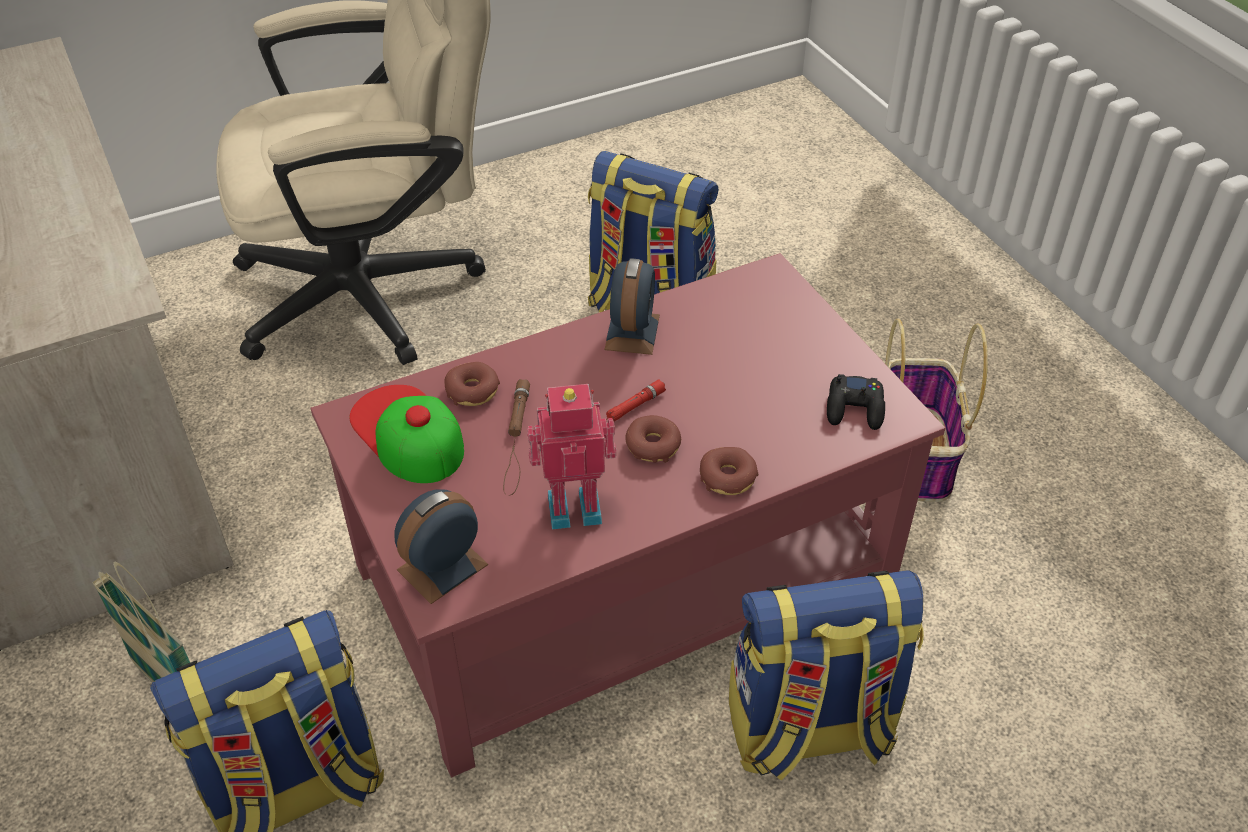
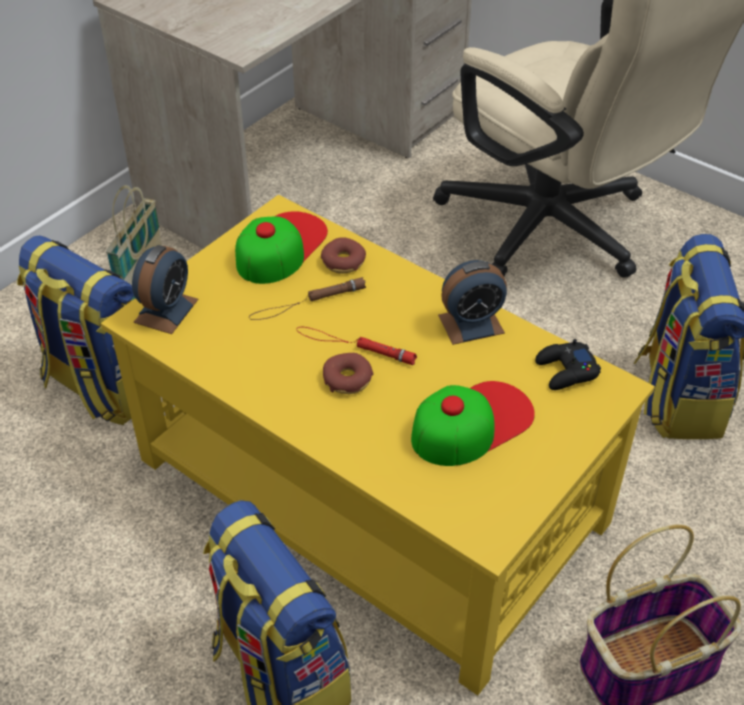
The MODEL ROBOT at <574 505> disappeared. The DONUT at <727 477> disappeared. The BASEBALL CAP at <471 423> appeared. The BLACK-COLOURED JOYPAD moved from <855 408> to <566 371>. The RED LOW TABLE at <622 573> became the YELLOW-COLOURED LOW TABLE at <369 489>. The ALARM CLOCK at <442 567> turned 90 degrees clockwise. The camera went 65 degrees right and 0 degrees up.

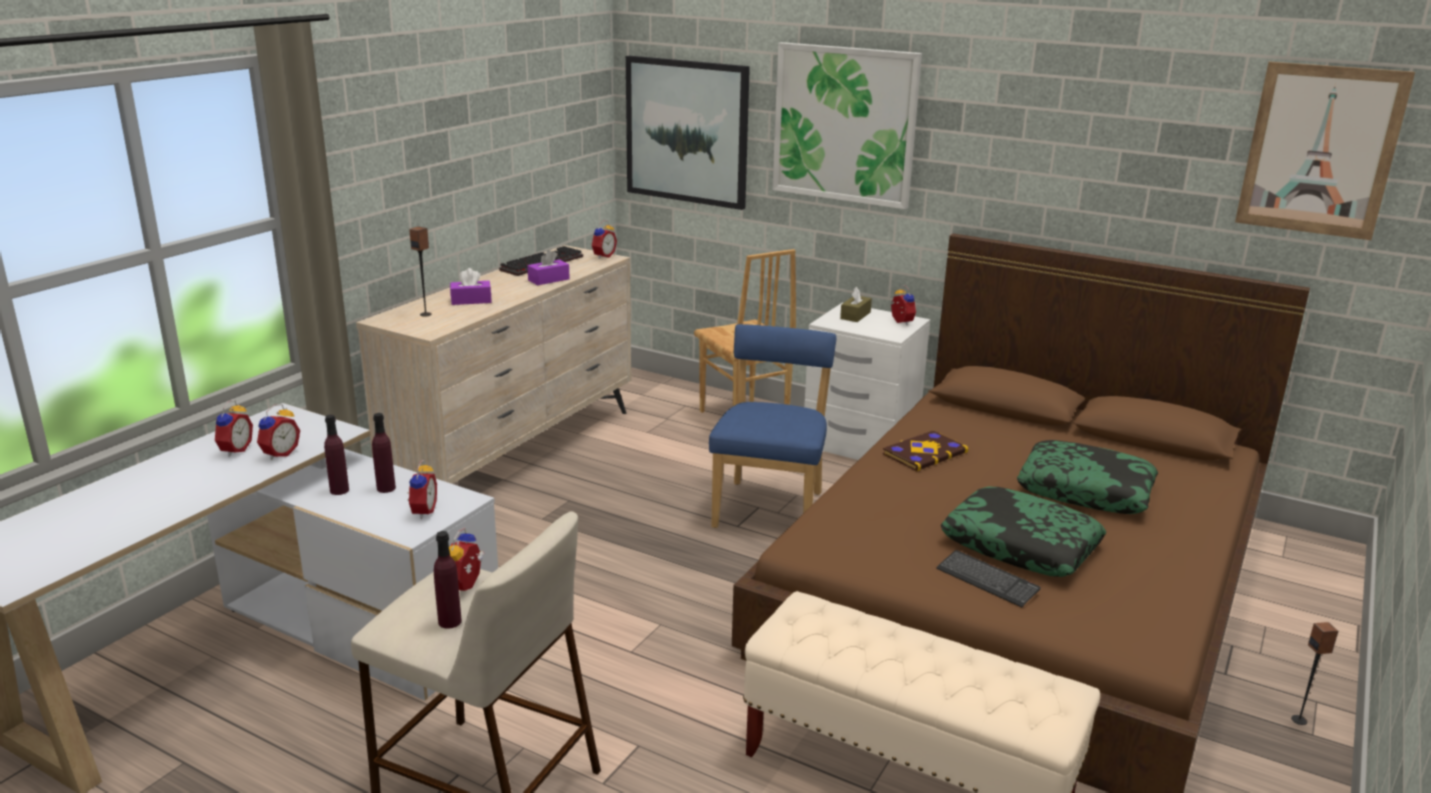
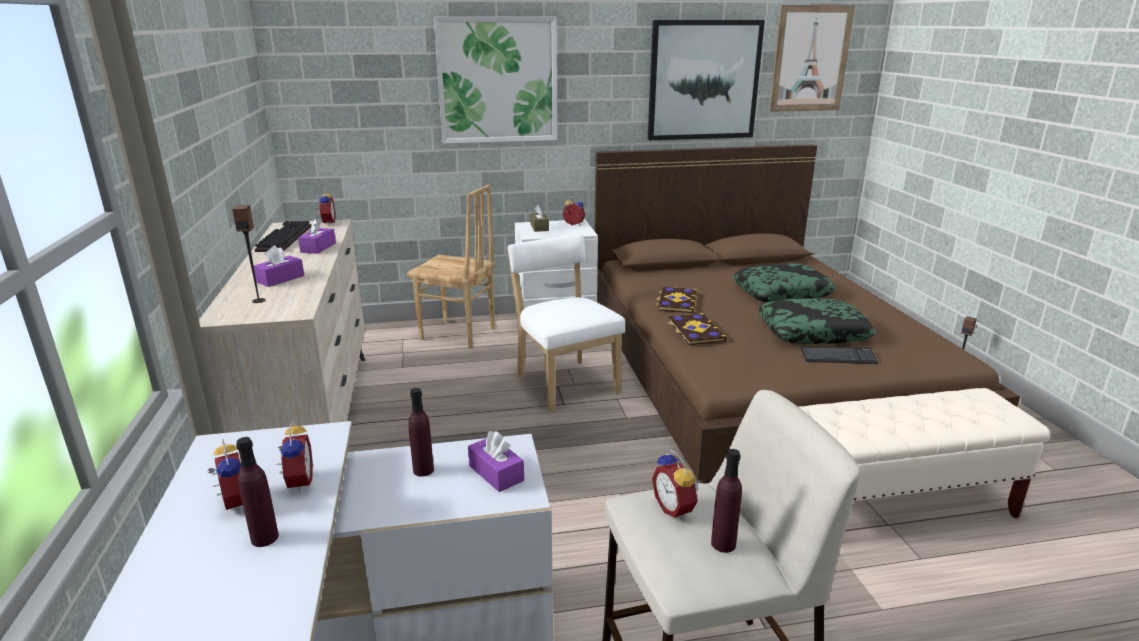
The VOLUME at <695 331> appeared. The PURPLE DRINK BOTTLE moved from <339 490> to <265 538>. The WALL PICTURE moved from <687 131> to <703 80>. The ALARM CLOCK at <421 511> was replaced by the PURPLE TISSUE HOLDER at <496 473>. The BLUE-COLOURED CHAIR at <770 507> became the WHITE-COLOURED CHAIR at <564 383>. The camera went 40 degrees left and 0 degrees up.

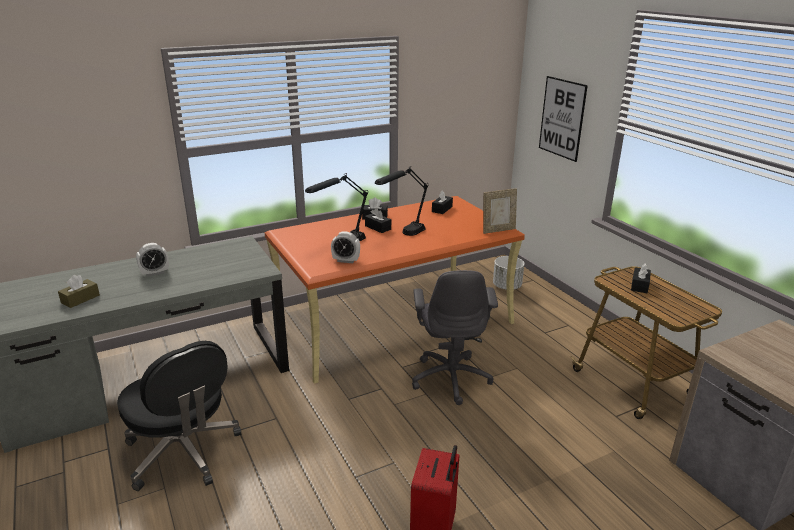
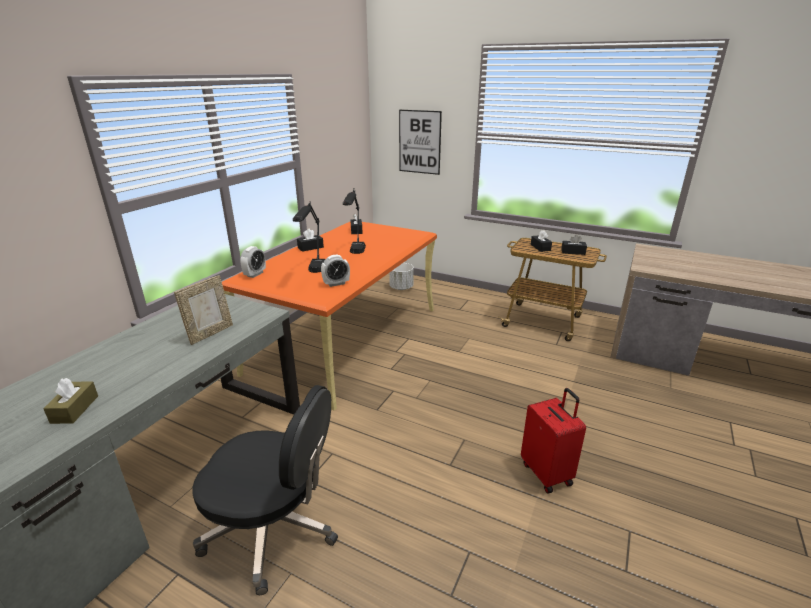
The GRAY DESK CHAIR at <451 378> disappeared. The ALARM CLOCK moved from <155 273> to <255 274>. The BLACK-COLOURED TISSUE HOLDER moved from <378 227> to <573 252>. The STANDING FRAME moved from <498 230> to <210 333>. The camera went 35 degrees left and 0 degrees up.

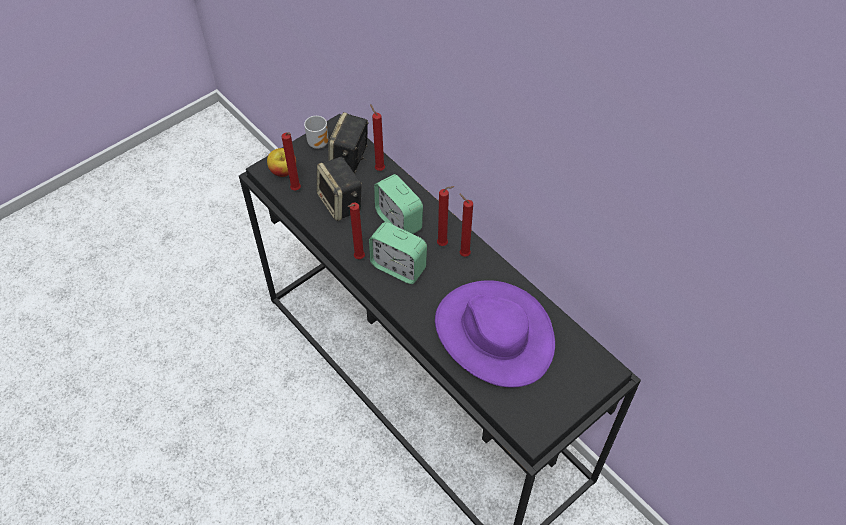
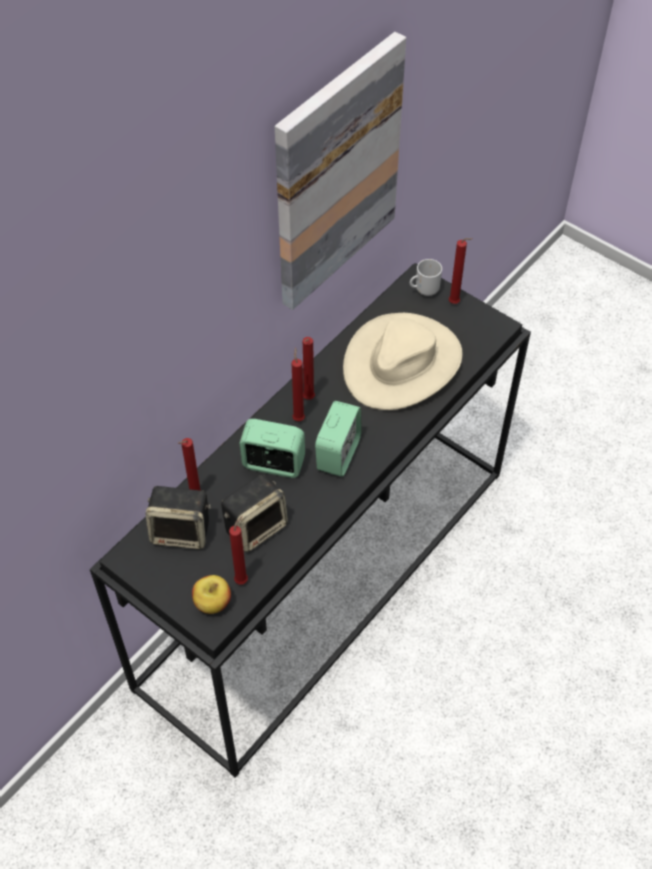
The WALL PICTURE at <335 174> appeared. The COFFEE MUG moved from <319 142> to <424 290>. The RED WAX CANDLE moved from <358 258> to <455 303>. The PURPLE HAT at <494 334> became the BEIGE-COLOURED HAT at <402 363>. The ALARM CLOCK at <399 221> turned 120 degrees counterclockwise. The camera went 100 degrees left and 0 degrees up.

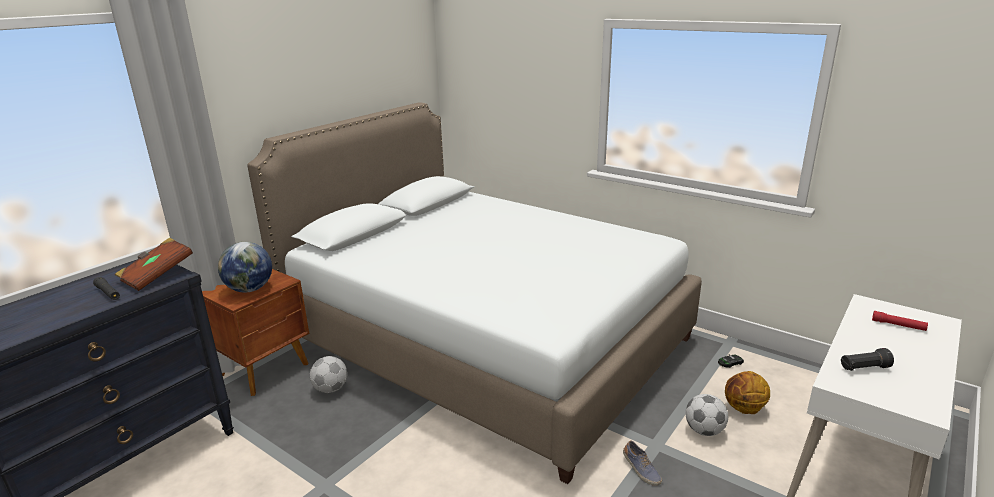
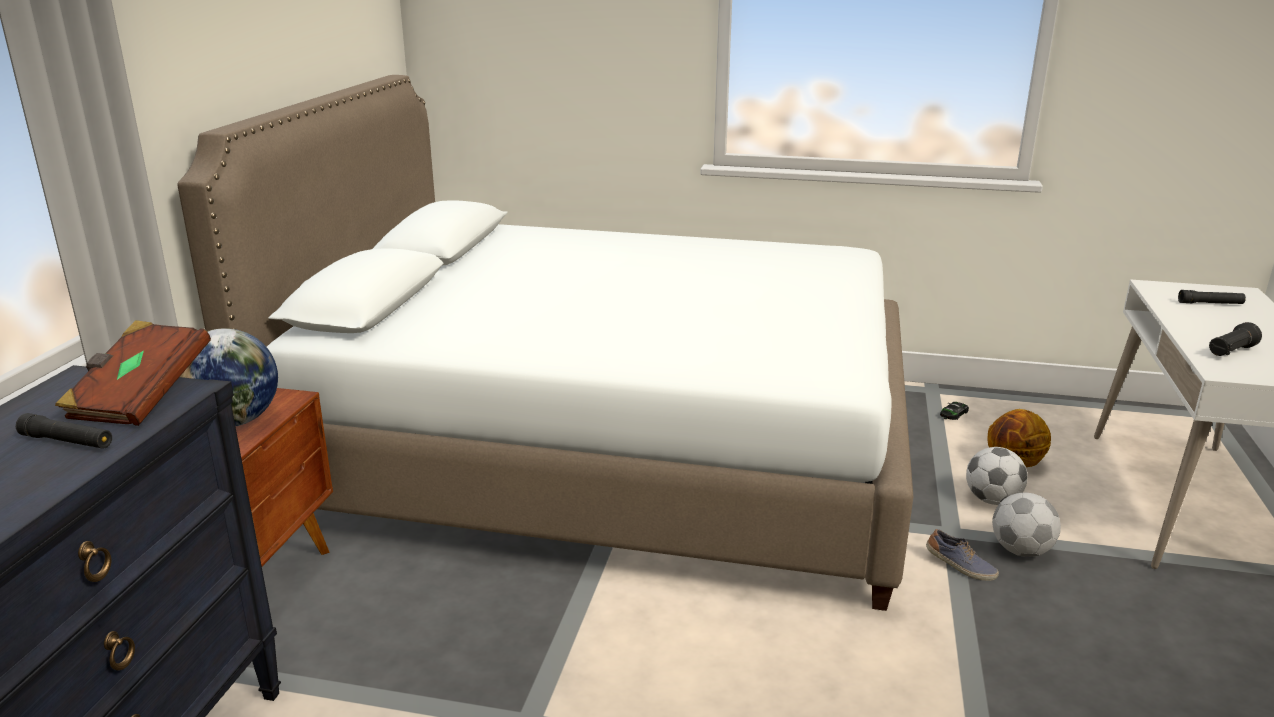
The FOOTBALL moved from <330 389> to <1020 550>. The RED HAND TORCH at <898 325> became the BLACK-COLOURED HAND TORCH at <1210 303>. The camera went 25 degrees left and 0 degrees up.

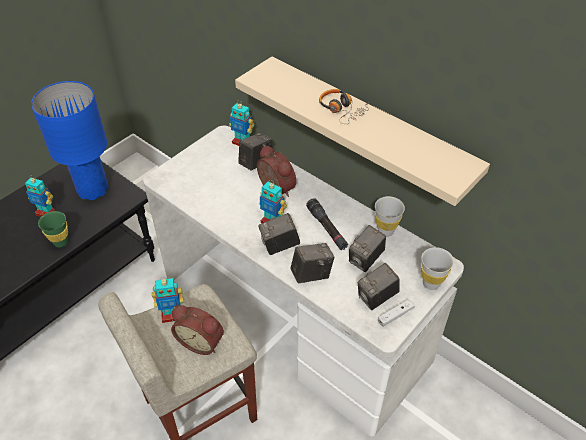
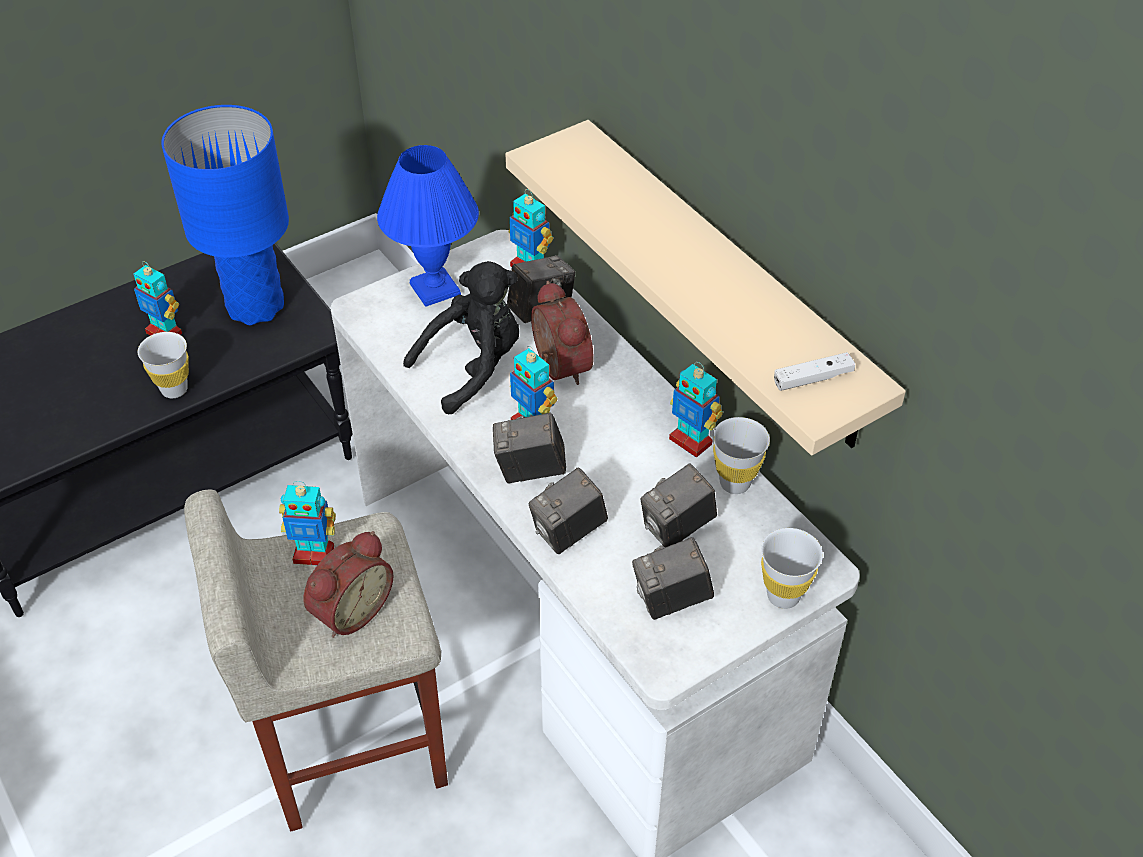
The BLACK-COLOURED HAND TORCH at <327 228> disappeared. The PAIR OF HEADPHONES at <342 110> disappeared. The BLUE-COLOURED LAMP FOR A TABLE at <434 289> appeared. The BLACK-COLOURED CUDDLY TOY at <473 367> appeared. The MODEL ROBOT at <691 441> appeared. The WHITE-COLOURED JOYPAD moved from <395 315> to <813 378>. The GREEN-COLOURED SMALL CUP at <61 242> became the WHITE-COLOURED SMALL CUP at <174 389>. The ALARM CLOCK at <201 341> turned 90 degrees counterclockwise. The PHOTO CAMERA at <311 274> turned 150 degrees clockwise. The camera went 15 degrees right and 0 degrees up.

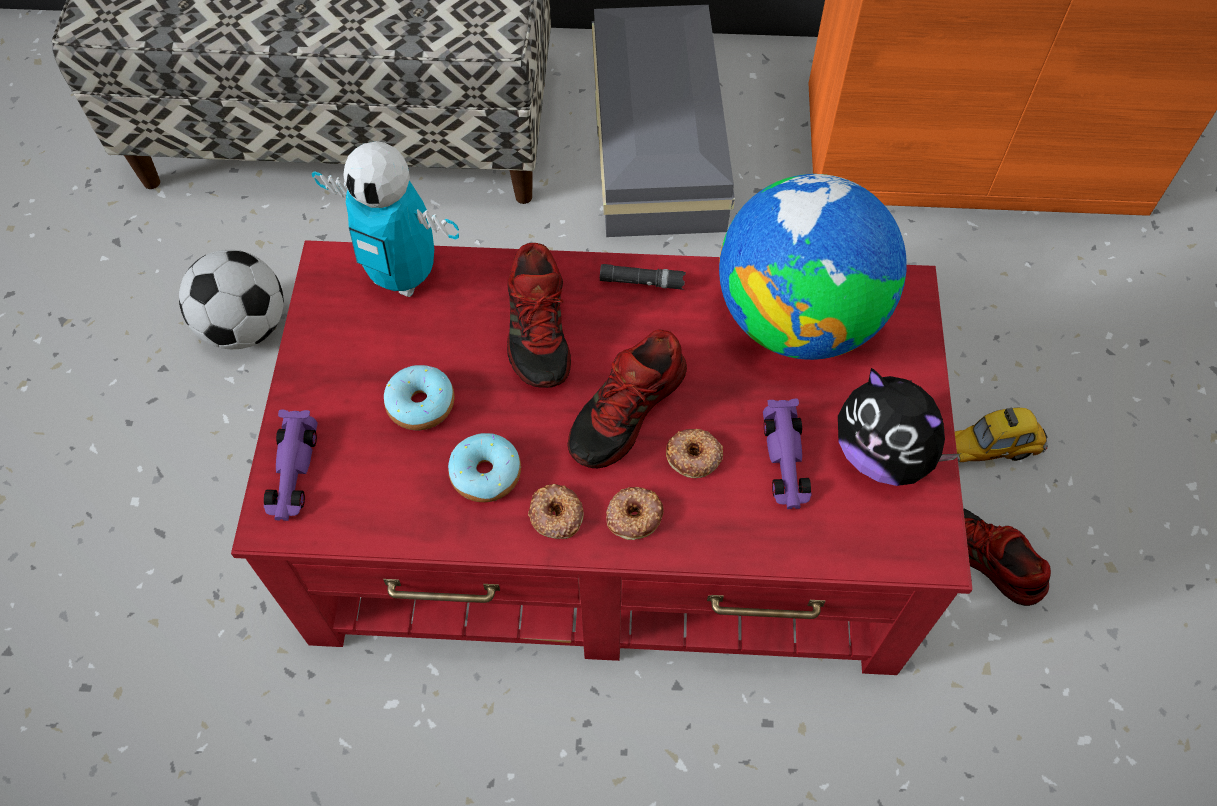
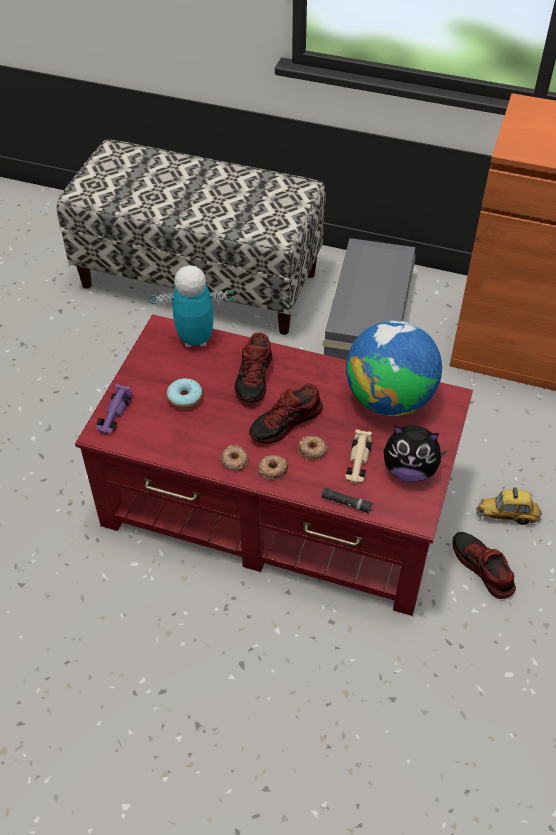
The FOOTBALL at <247 327> disappeared. The DONUT at <486 474> disappeared. The BLACK-COLOURED HAND TORCH moved from <642 281> to <346 503>. The PURPLE MODEL CAR at <785 460> became the BEIGE-COLOURED MODEL CAR at <358 461>. The MODEL ROBOT at <403 276> turned 135 degrees clockwise. The CUDDLY TOY at <882 455> turned 45 degrees counterclockwise. The camera went 15 degrees right and 10 degrees down.

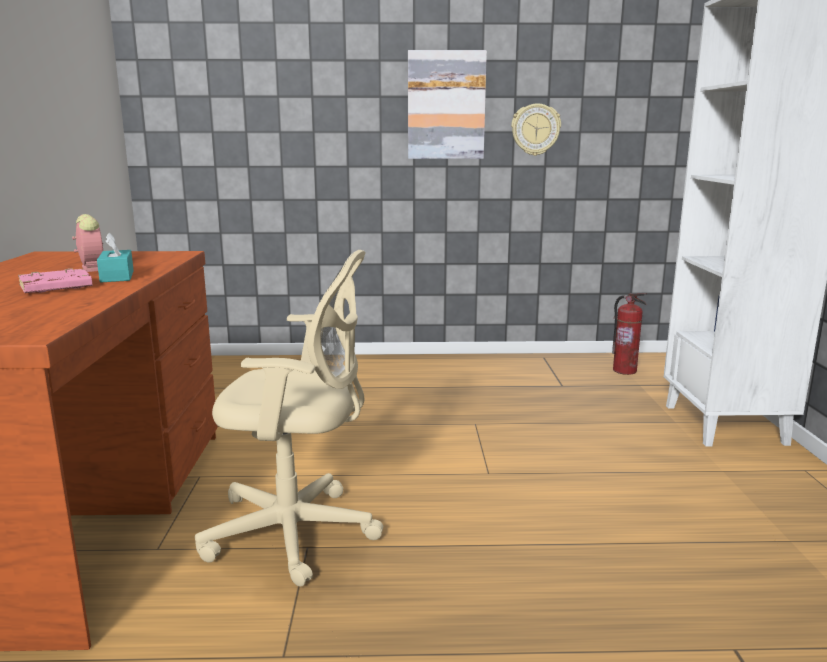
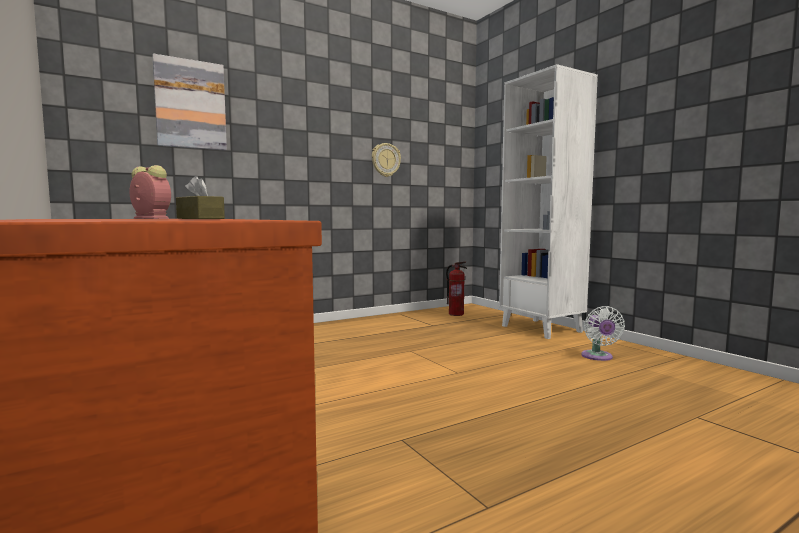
The PINK VOLUME at <55 287> disappeared. The BEIGE-COLOURED DESK CHAIR at <298 533> disappeared. The WHITE-COLOURED ELECTRIC FAN at <598 357> appeared. The WALL PICTURE moved from <446 105> to <190 104>. The TURQUOISE-COLOURED TISSUE HOLDER at <117 276> became the BROWNISH TISSUE HOLDER at <200 218>. The camera went 30 degrees left and 10 degrees down.

